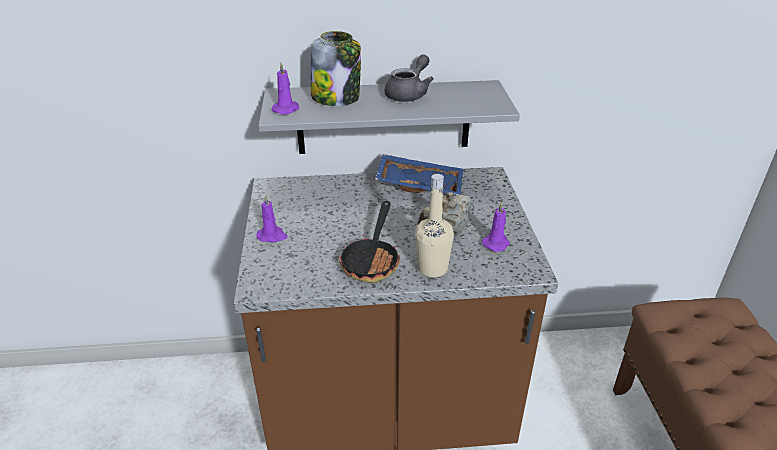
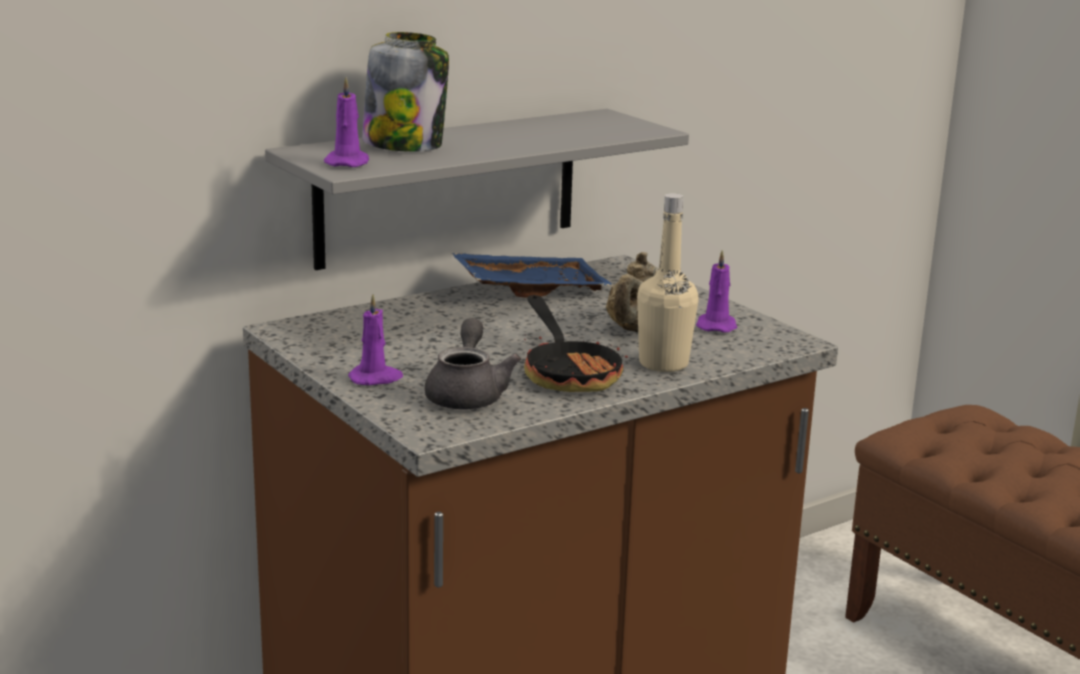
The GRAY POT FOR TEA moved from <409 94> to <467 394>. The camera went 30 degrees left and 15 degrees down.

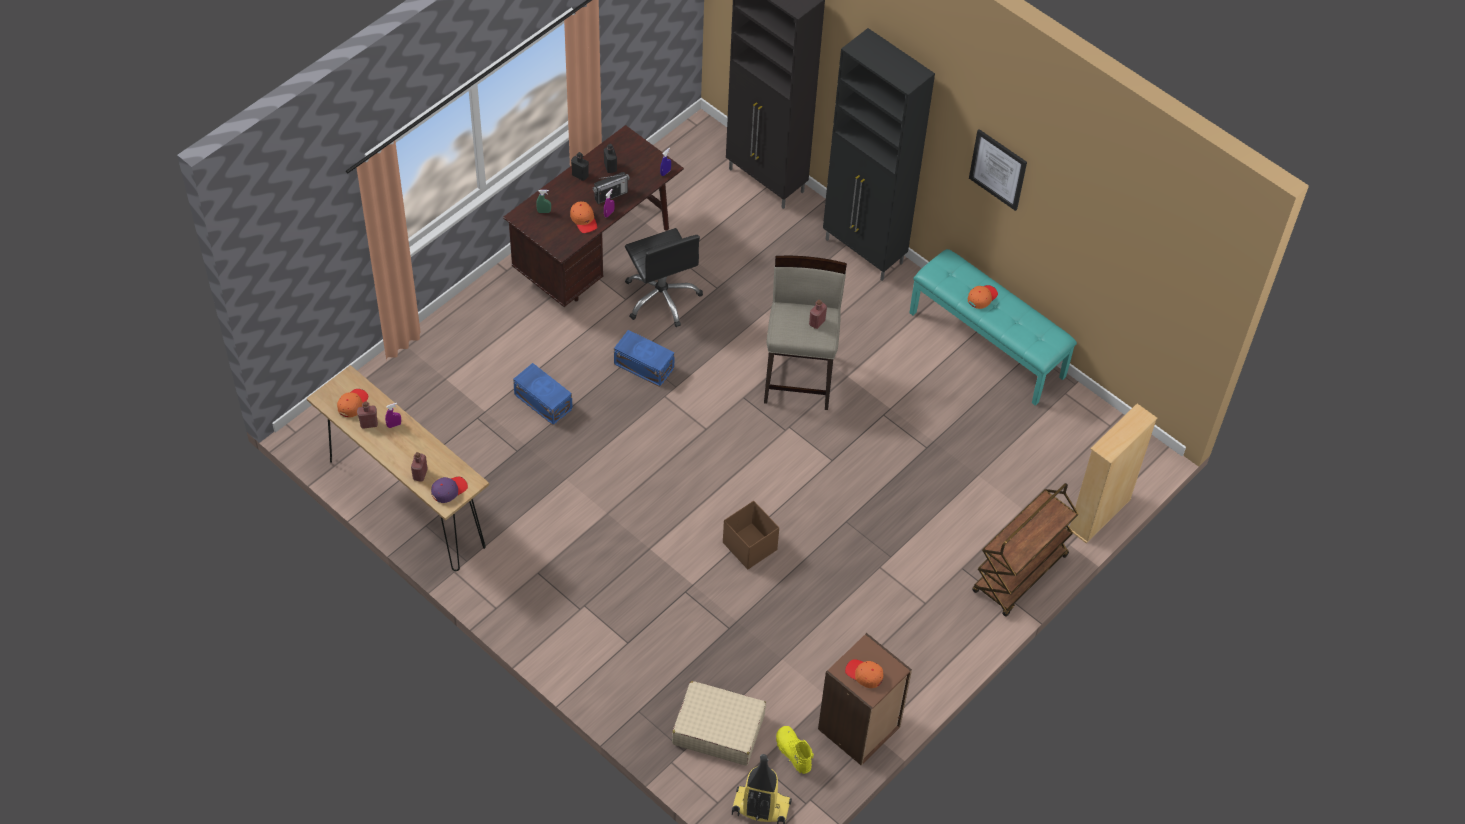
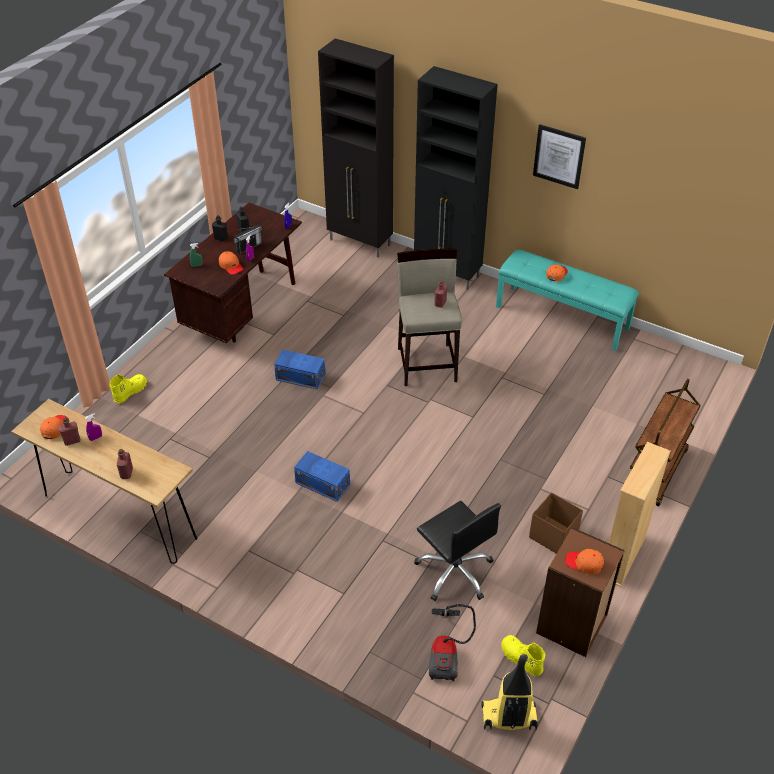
The PURPLE BASEBALL CAP at <449 490> disappeared. The YELLOW-COLOURED HIGH-TOP BOOT at <130 392> appeared. The BLUE-COLOURED STORAGE BOX moved from <543 401> to <322 483>. The BLACK-COLOURED DESK CHAIR moved from <662 297> to <455 571>. The BROWNISH STORAGE BOX moved from <749 546> to <553 535>. The BEIGE-COLOURED BOOKSHELF moved from <1099 514> to <622 557>. The BEIGE-COLOURED SUITCASE at <718 729> was replaced by the HOOVER at <447 652>. The camera went 10 degrees left and 10 degrees down.

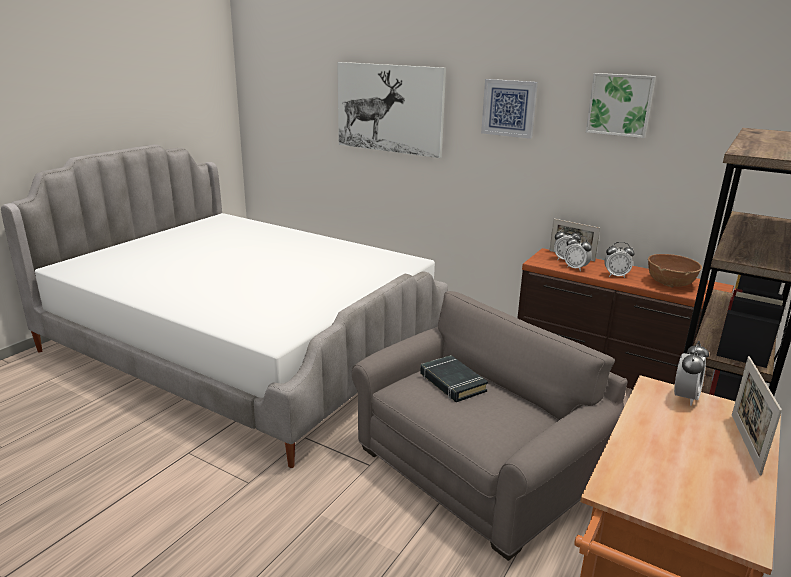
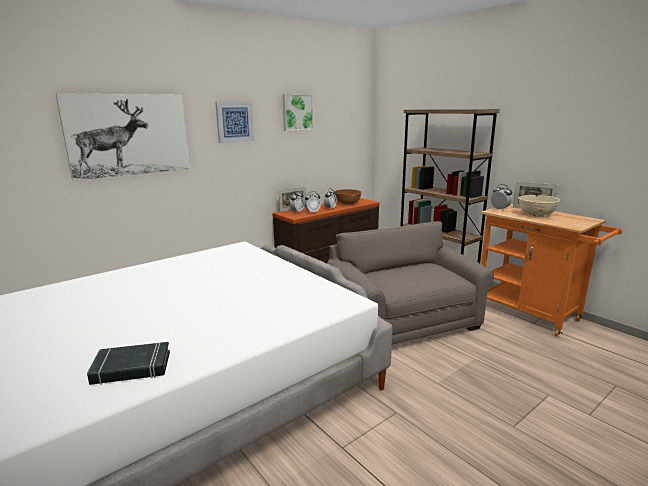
The BEIGE-COLOURED SERVING BOWL at <536 215> appeared. The BLACK-COLOURED VOLUME moved from <452 383> to <131 368>. The camera went 70 degrees left and 5 degrees down.

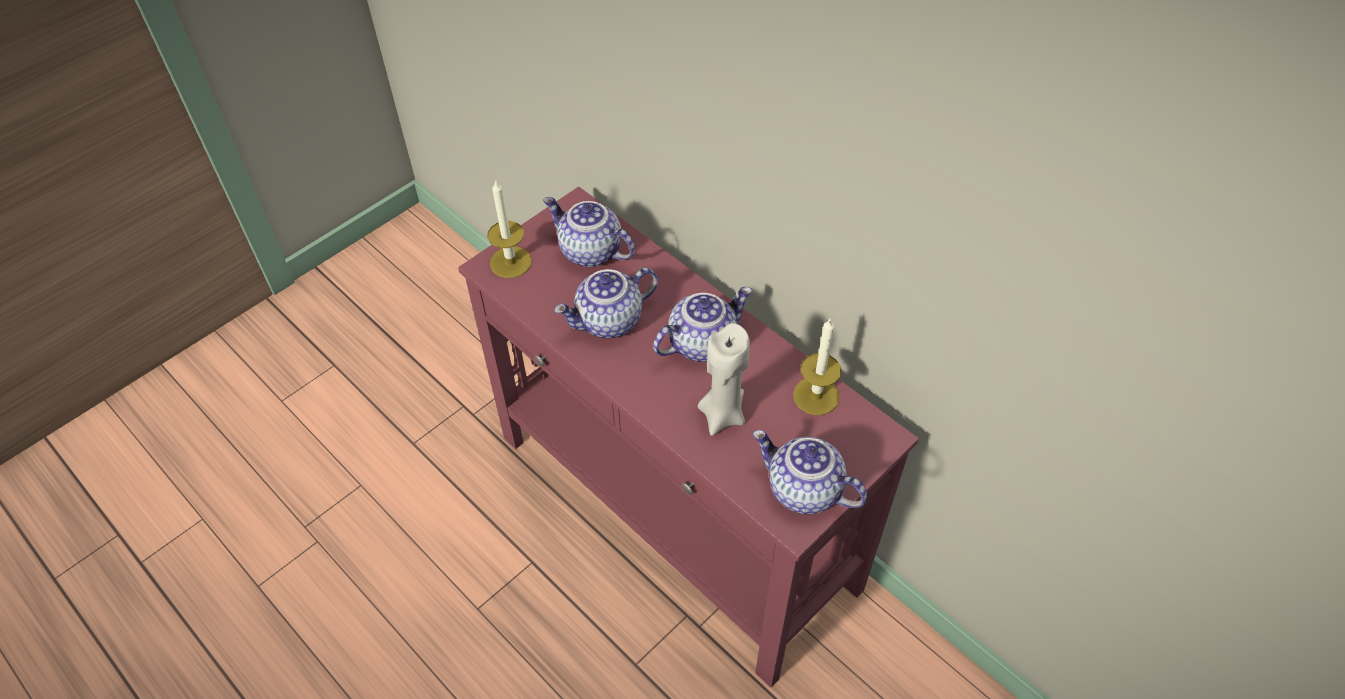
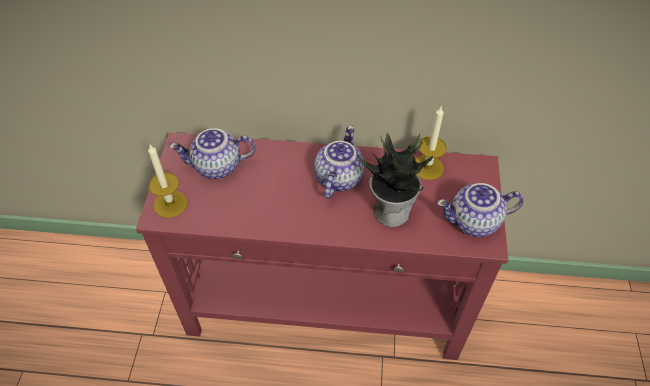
The POT FOR TEA at <609 322> disappeared. The BEIGE-COLOURED WAX CANDLE at <722 414> was replaced by the PLANT IN A POT at <391 210>. The camera went 40 degrees left and 0 degrees up.

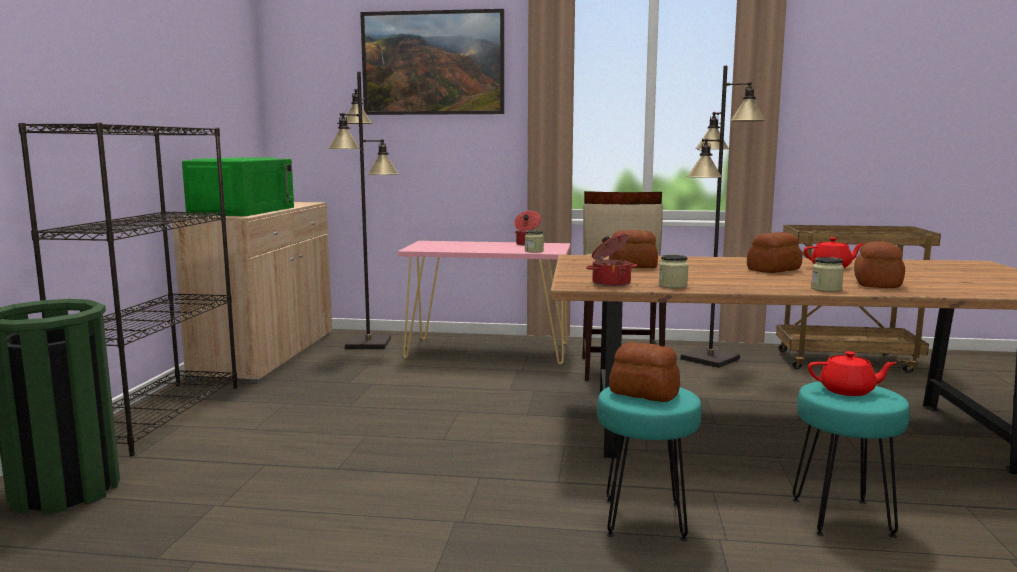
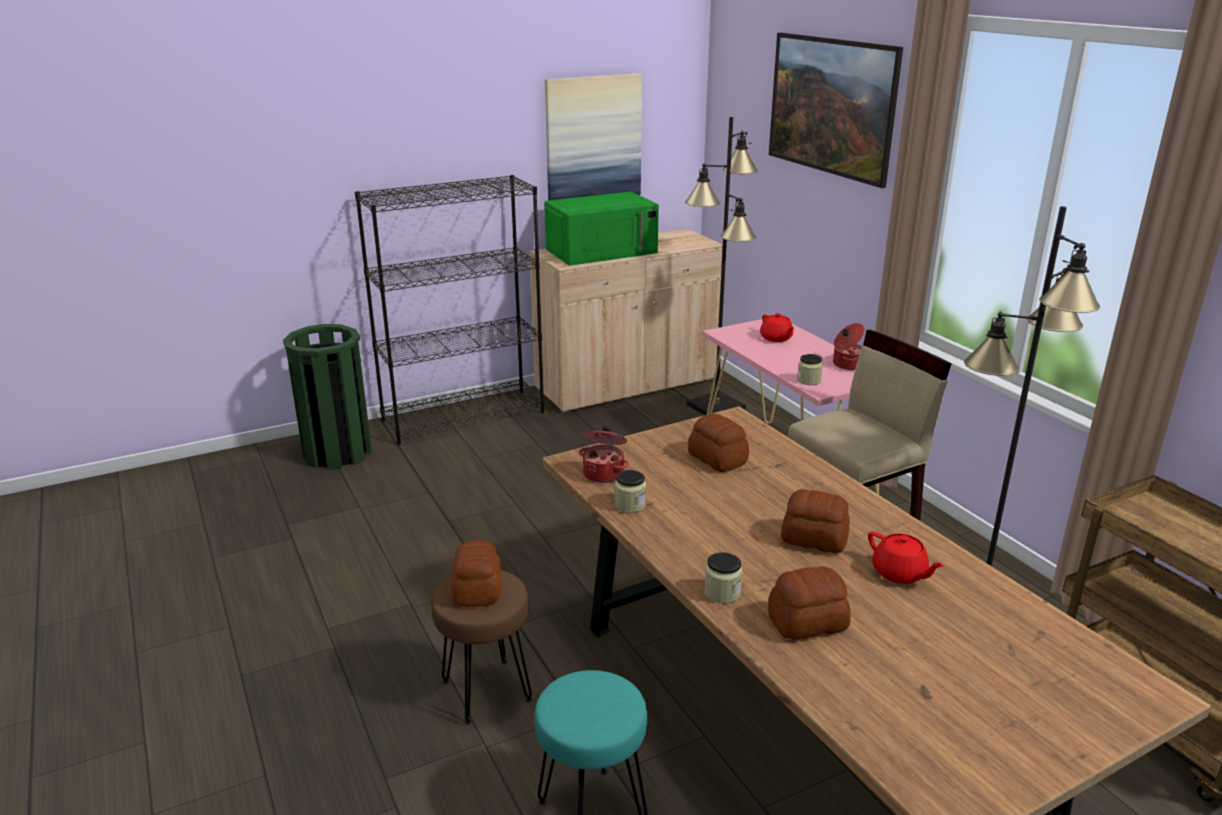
The WALL PICTURE at <593 139> appeared. The RED POT FOR TEA moved from <848 391> to <776 338>. The TURQUOISE-COLOURED SITTING STOOL at <643 520> became the BROWNISH SITTING STOOL at <485 690>. The camera went 55 degrees right and 15 degrees up.

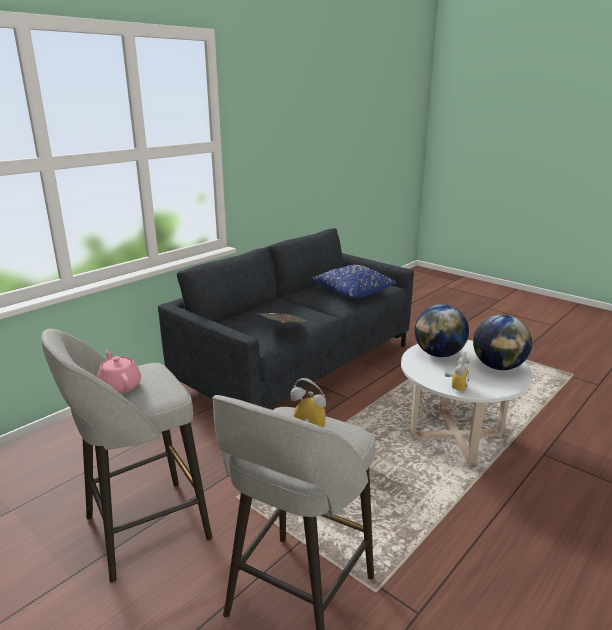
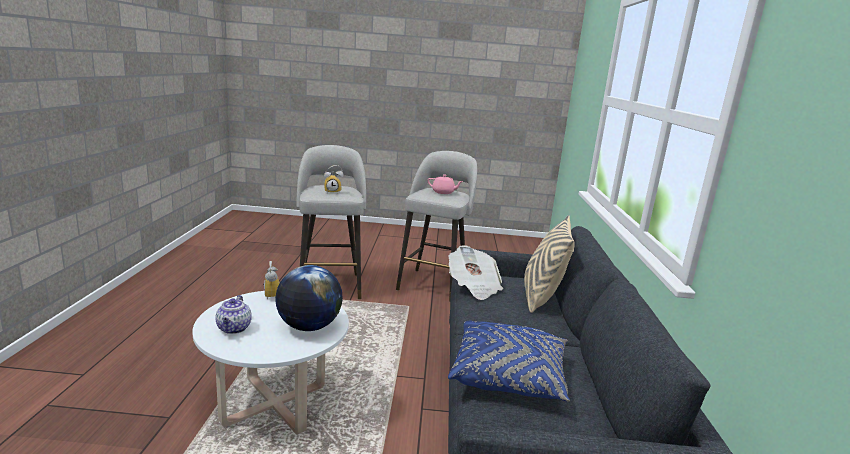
The BEIGE-COLOURED CUSHION at <541 298> appeared. The GLOBE at <498 366> was replaced by the POT FOR TEA at <234 329>. The camera went 140 degrees right and 5 degrees down.

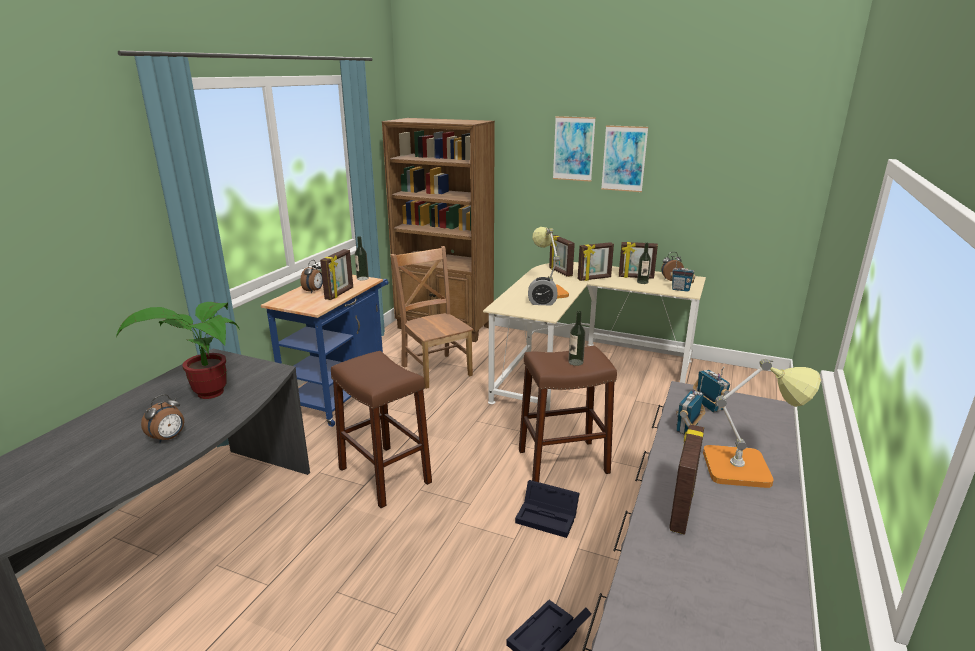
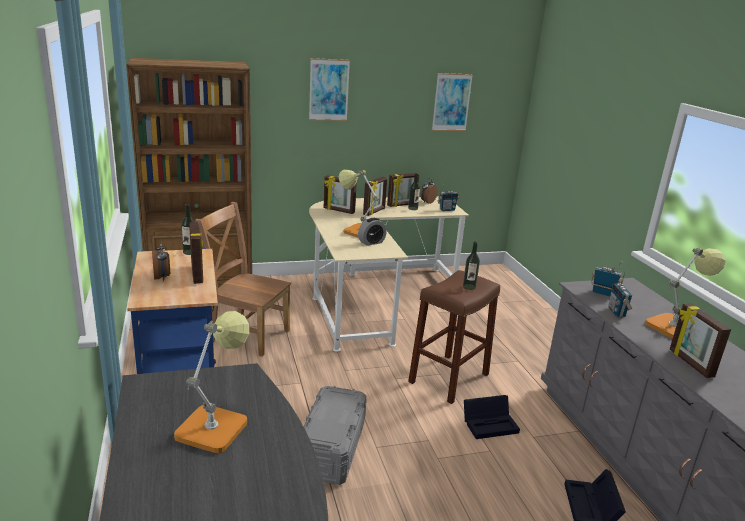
The ALARM CLOCK at <168 438> disappeared. The WALL PICTURE moved from <624 158> to <451 102>. The PLANT IN A POT at <205 394> was replaced by the LAMP FOR A TABLE at <216 424>. The BROWNISH SITTING STOOL at <384 475> was replaced by the GRAY STORAGE BOX at <331 449>. The camera went 40 degrees left and 0 degrees up.

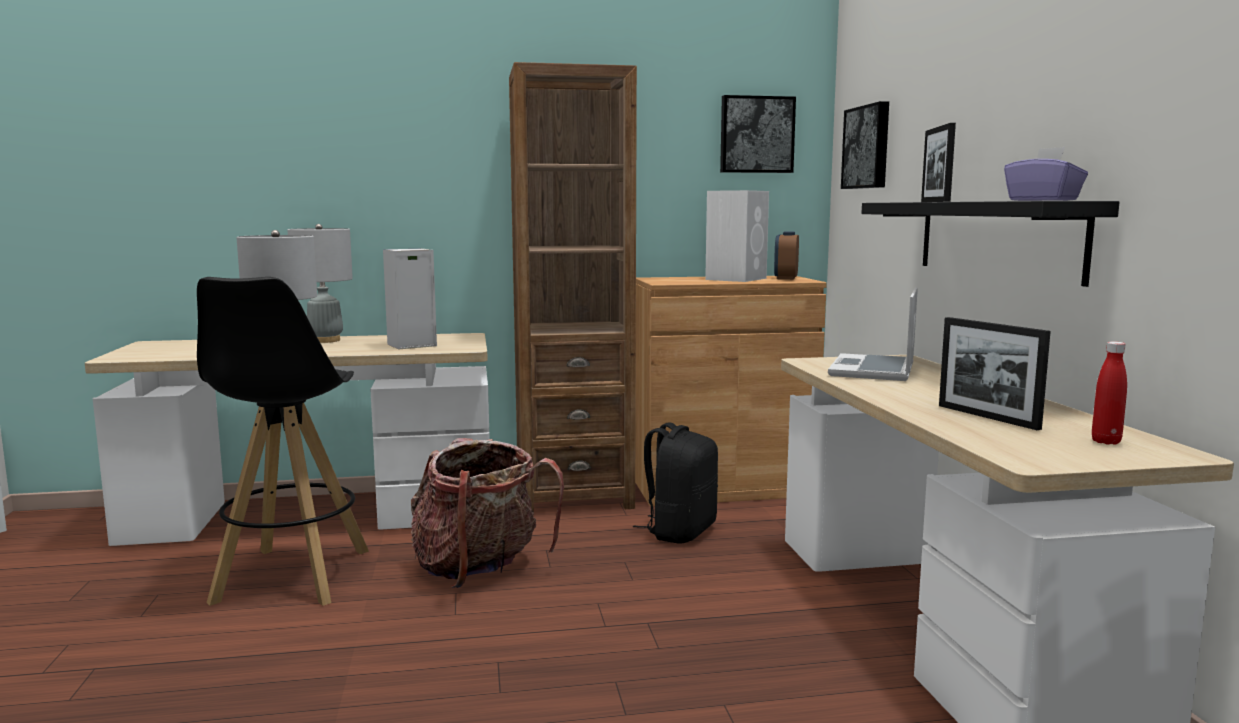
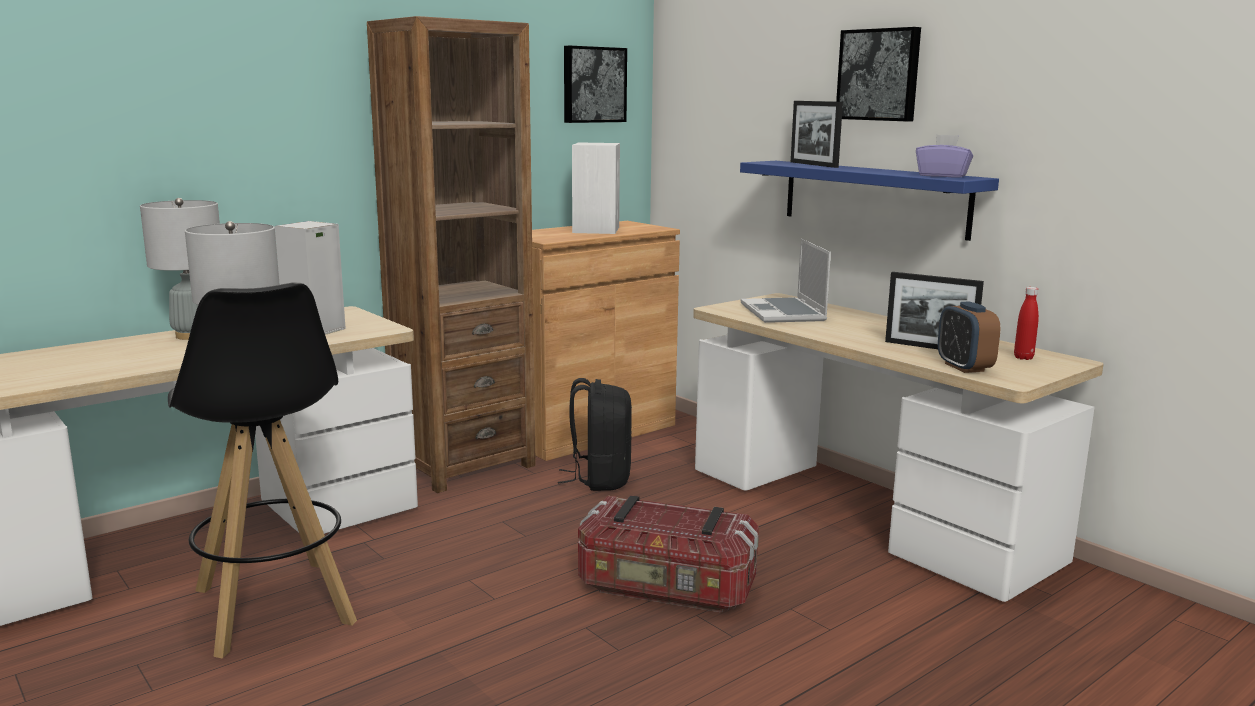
The KNAPSACK at <480 569> disappeared. The STORAGE BOX at <666 588> appeared. The ALARM CLOCK moved from <785 278> to <964 367>. The WALL PICTURE moved from <868 147> to <879 75>. The BLACK-COLOURED WALL SHELF at <996 238> became the BLUE-COLOURED WALL SHELF at <873 198>. The camera went 30 degrees left and 5 degrees up.

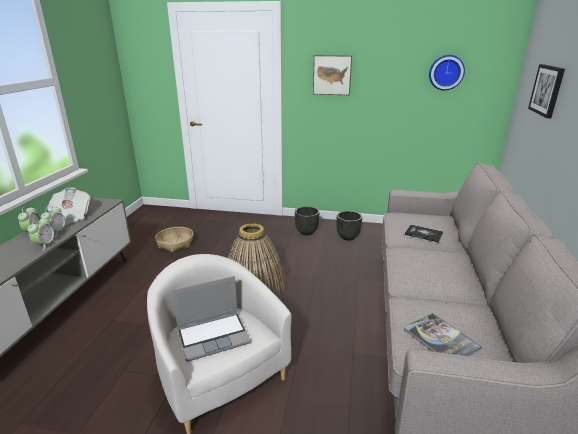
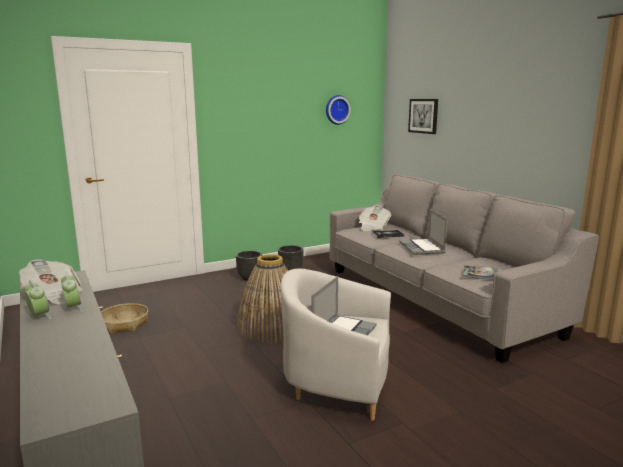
The ALARM CLOCK at <45 245> disappeared. The WALL PICTURE at <332 75> disappeared. The DAILY PAPER at <373 227> appeared. The LAPTOP at <422 248> appeared. The camera went 40 degrees left and 10 degrees down.

